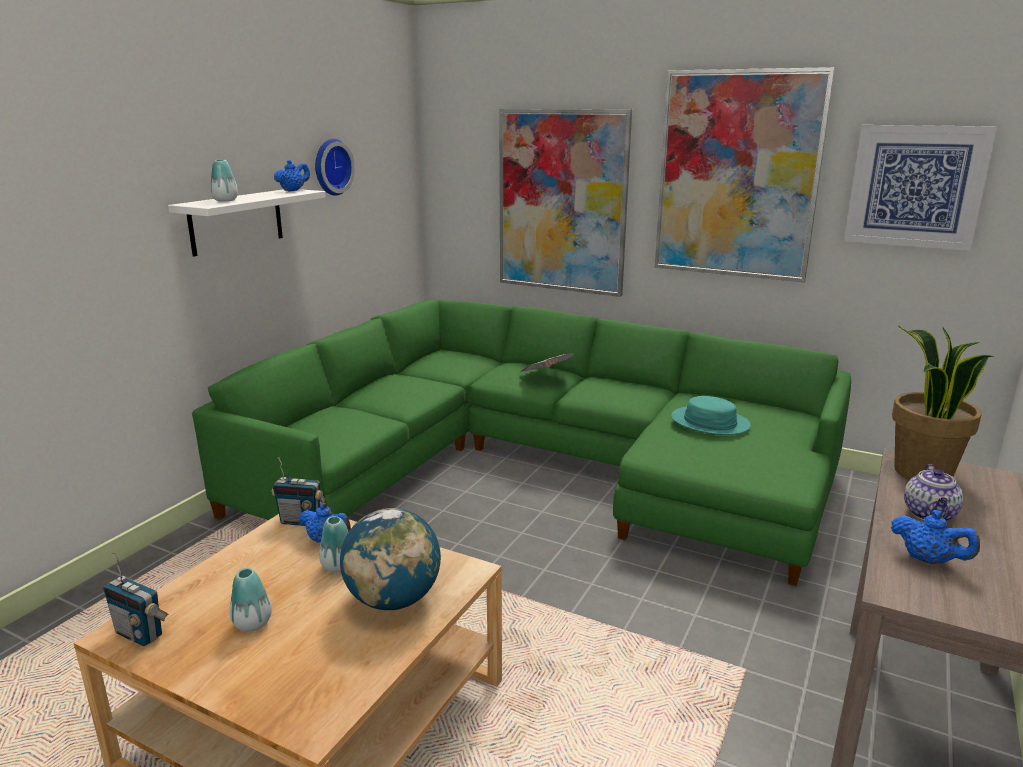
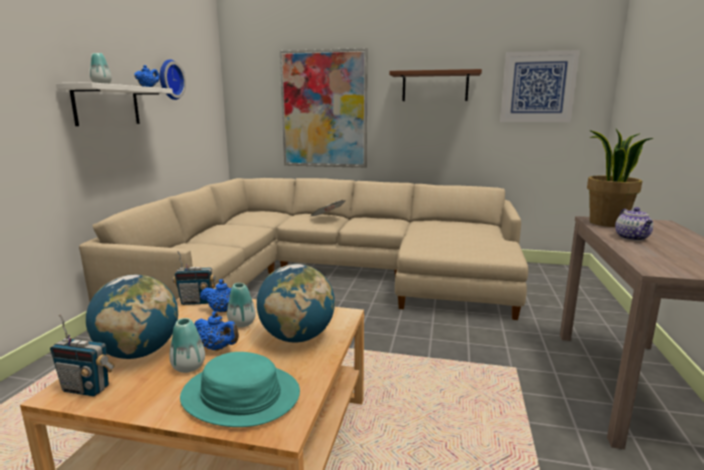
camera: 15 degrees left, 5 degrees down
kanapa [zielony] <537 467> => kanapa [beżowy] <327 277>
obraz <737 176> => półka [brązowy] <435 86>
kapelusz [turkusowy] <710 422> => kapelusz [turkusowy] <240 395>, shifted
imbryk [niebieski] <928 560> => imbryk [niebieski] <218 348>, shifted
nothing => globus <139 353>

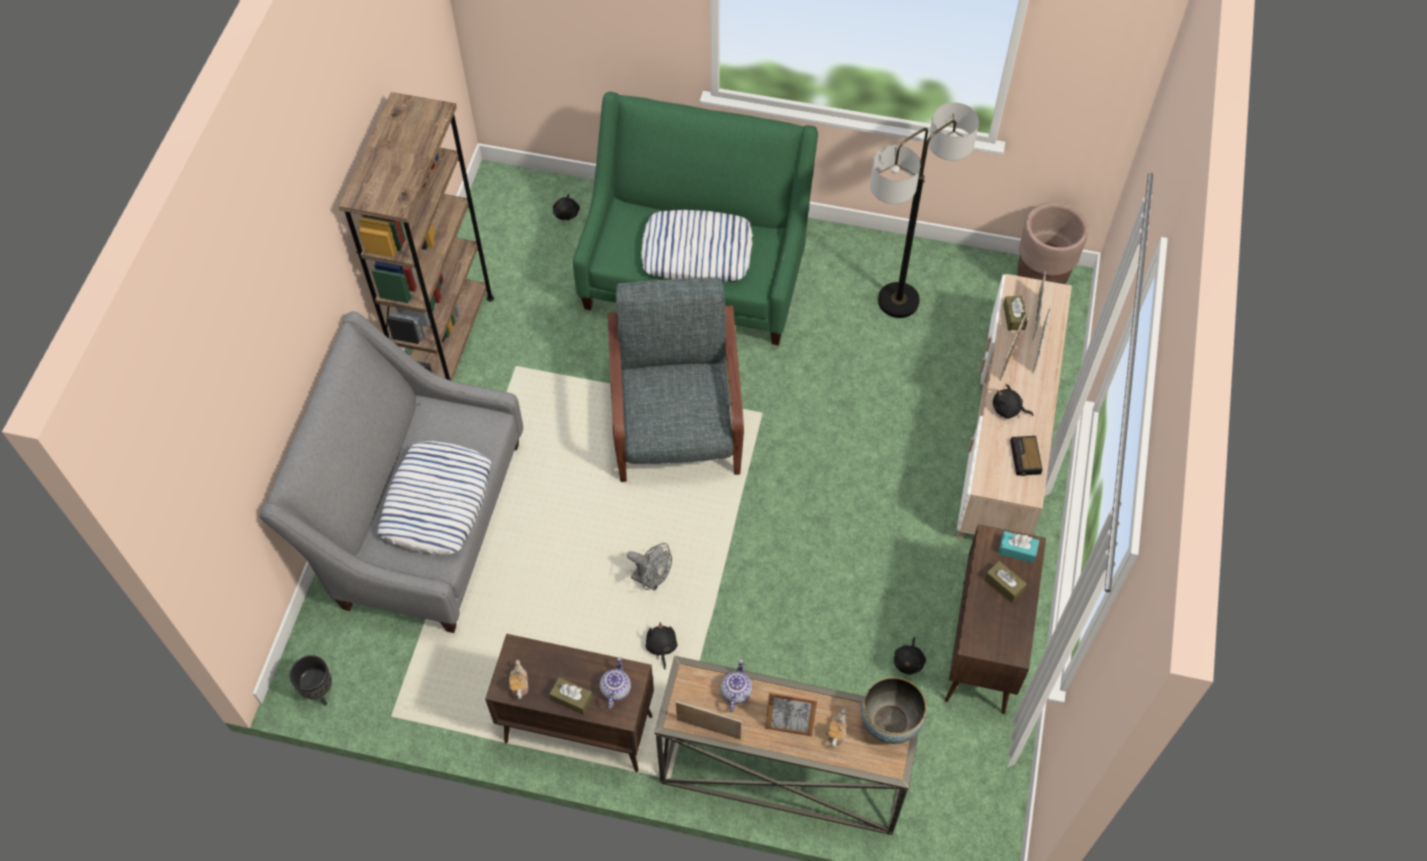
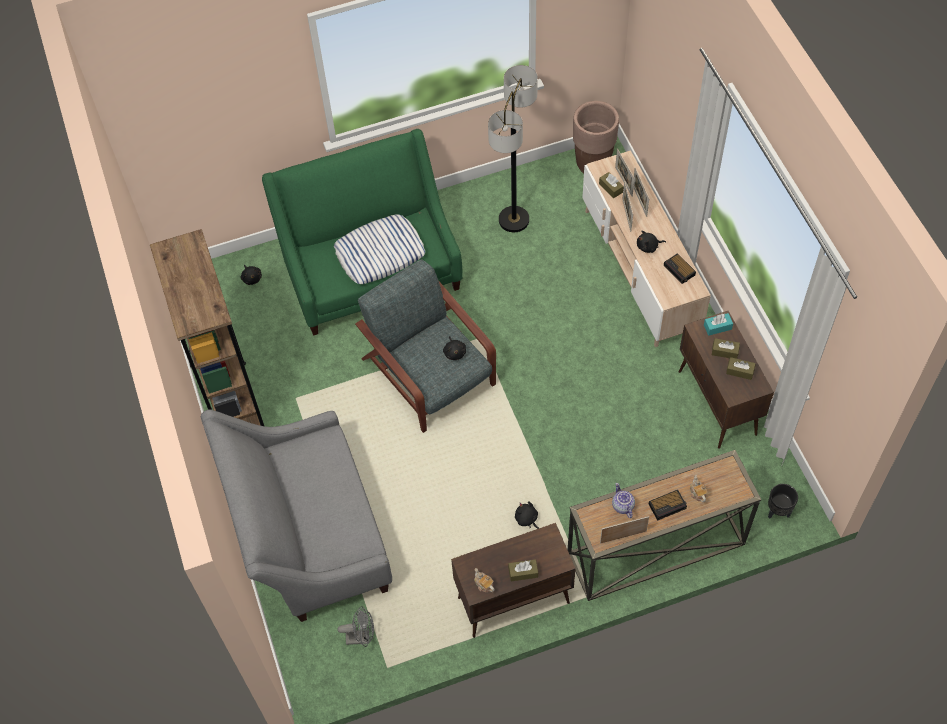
camera: 30 degrees left, 0 degrees up
donica [czarny] <319 691> => donica [czarny] <777 512>, shifted
poduszka <436 502> => nothing
imbryk <615 689> => nothing
wentylator [szary] <652 580> => wentylator [szary] <361 637>, shifted
ramka na zdjęcie <789 725> => budzik <668 506>
miska <890 723> => nothing
pluszak [czarny] <909 661> => pluszak [czarny] <454 352>, shifted
nothing => pudełko chusteczek [brązowy] <740 371>

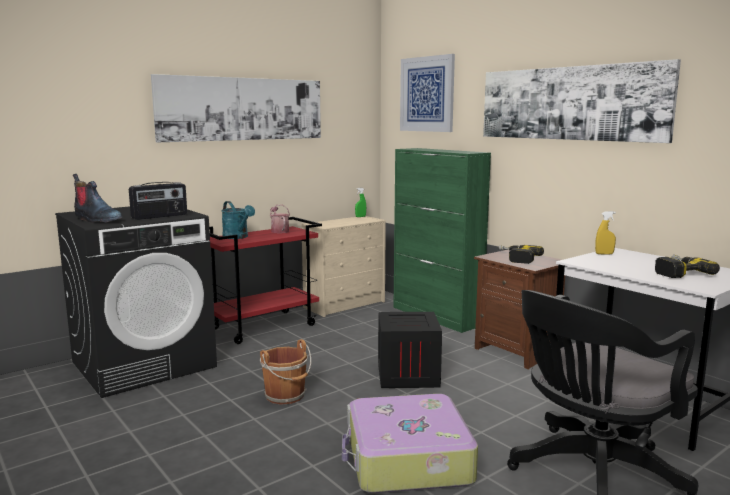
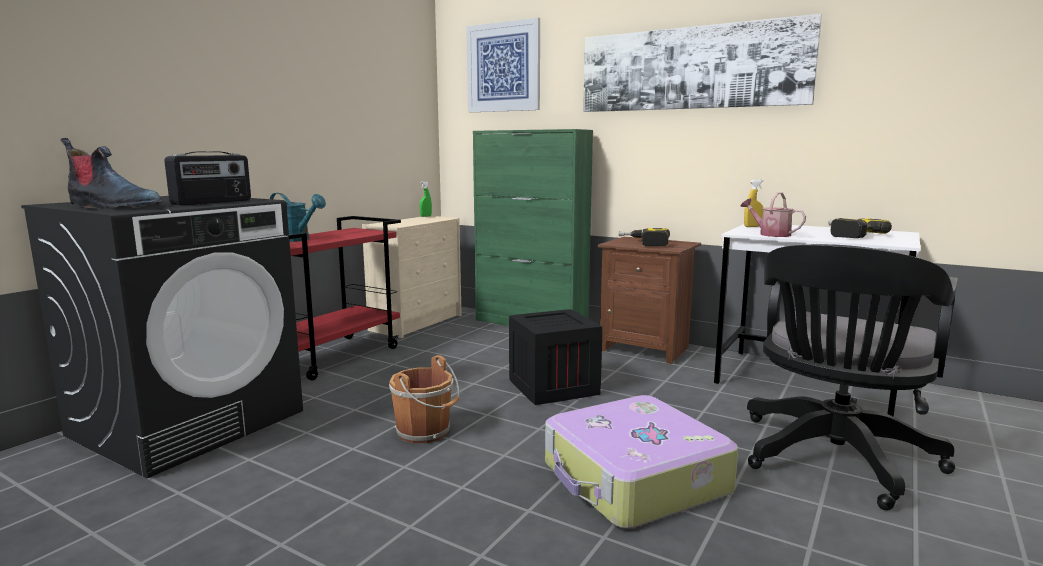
camera: 20 degrees left, 0 degrees up
obraz <243 109> => nothing
konewka <279 230> => konewka <770 234>, shifted

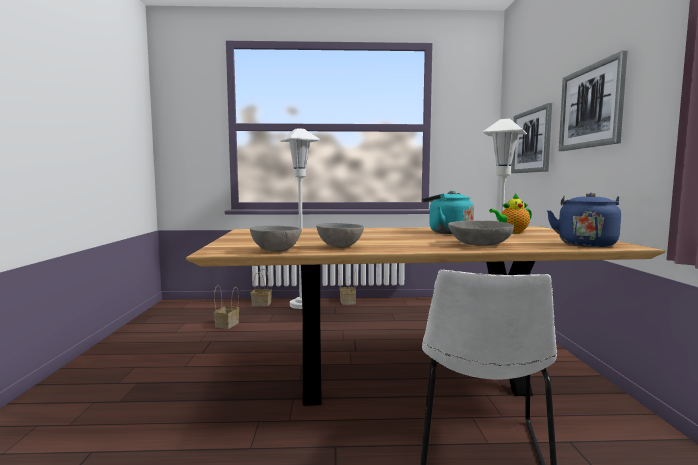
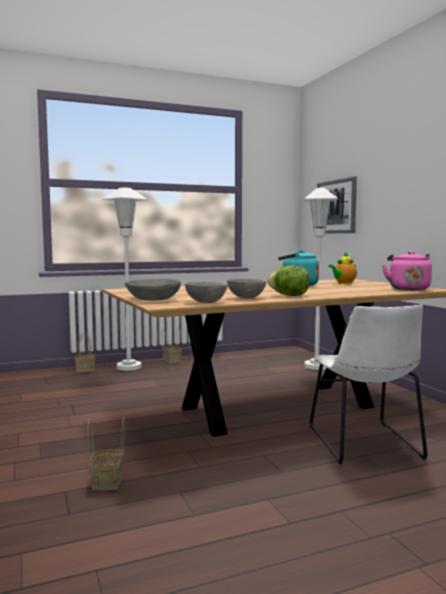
camera: 20 degrees left, 0 degrees up
koszyk <227 325> => koszyk <108 482>, shifted
miska [szary] <479 244> => miska [szary] <153 299>, shifted
czajnik [niebieski] <585 244> => czajnik [różowy] <408 289>
obraz <591 107> => nothing
nothing => sałata <289 295>

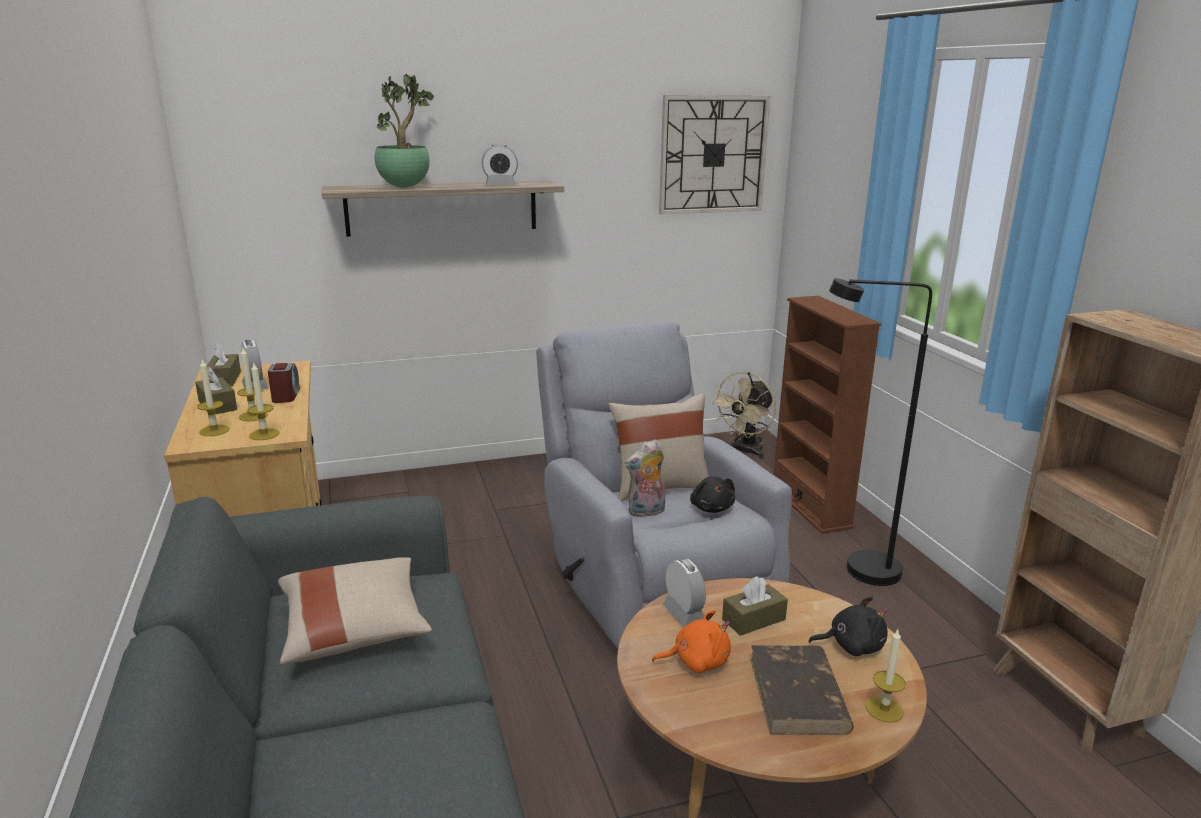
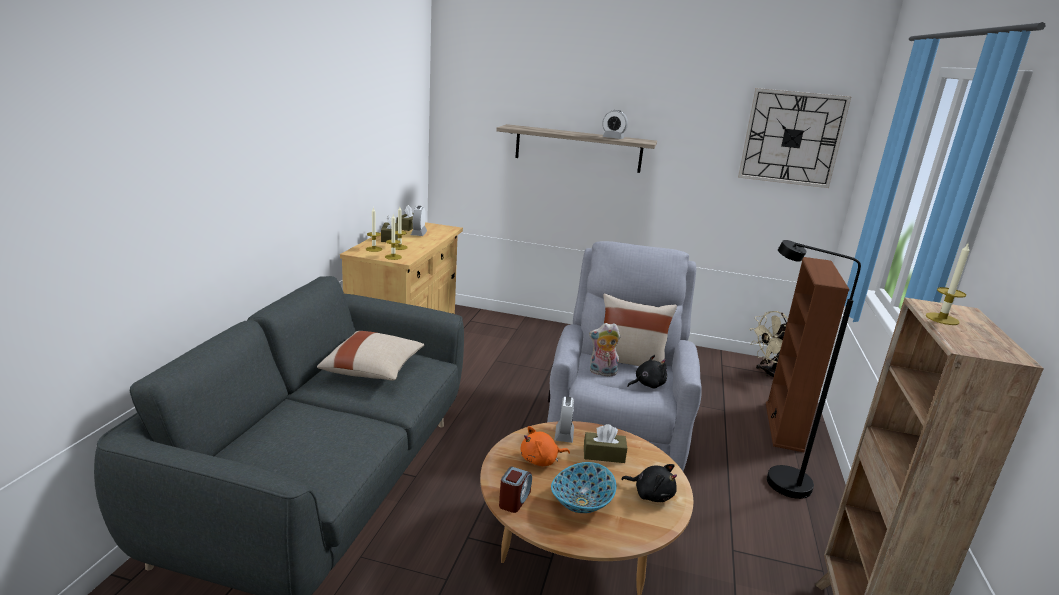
camera: 30 degrees right, 0 degrees up
budzik <286 396> => budzik <514 499>, shifted
roślina doniczkowa <405 187> => nothing
pluszak [pomarańczowy] <696 661> => pluszak [pomarańczowy] <541 460>, 135 degrees clockwise
pluszak [czarny] <711 508> => pluszak [czarny] <647 384>, 135 degrees counterclockwise
książka [brązowy] <798 695> => miska <580 502>
świeca <884 709> => świeca <942 319>, shifted

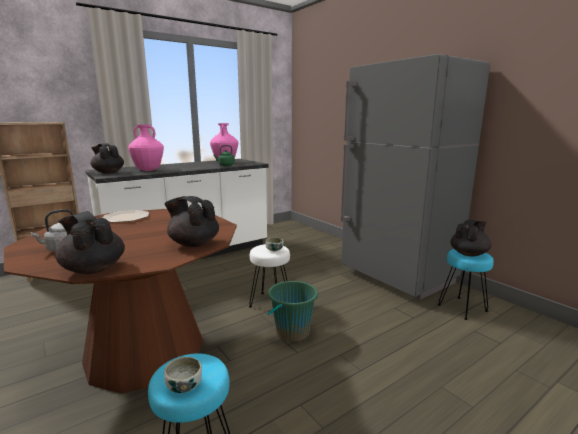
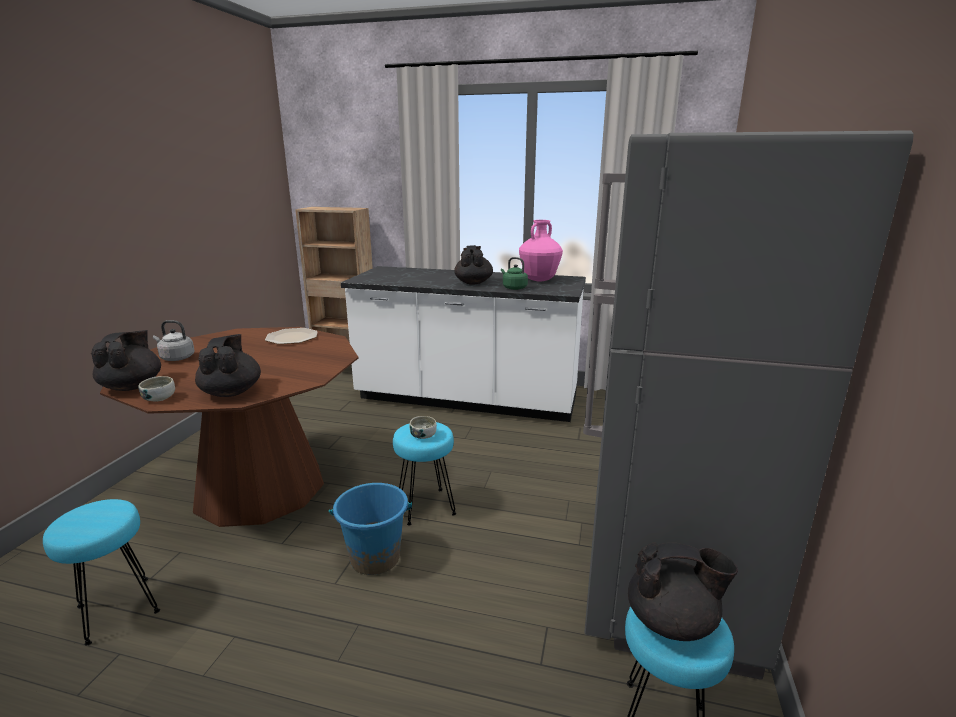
camera: 50 degrees right, 5 degrees up
imbryk [czarny] <108 172> => imbryk [czarny] <473 283>, shifted
wazon [różowy] <148 170> => nothing
miska <184 385> => miska <159 398>, shifted
stołek [biały] <270 302> => stołek [turkusowy] <426 507>
wiadro [zielony] <292 332> => wiadro [niebieski] <375 558>

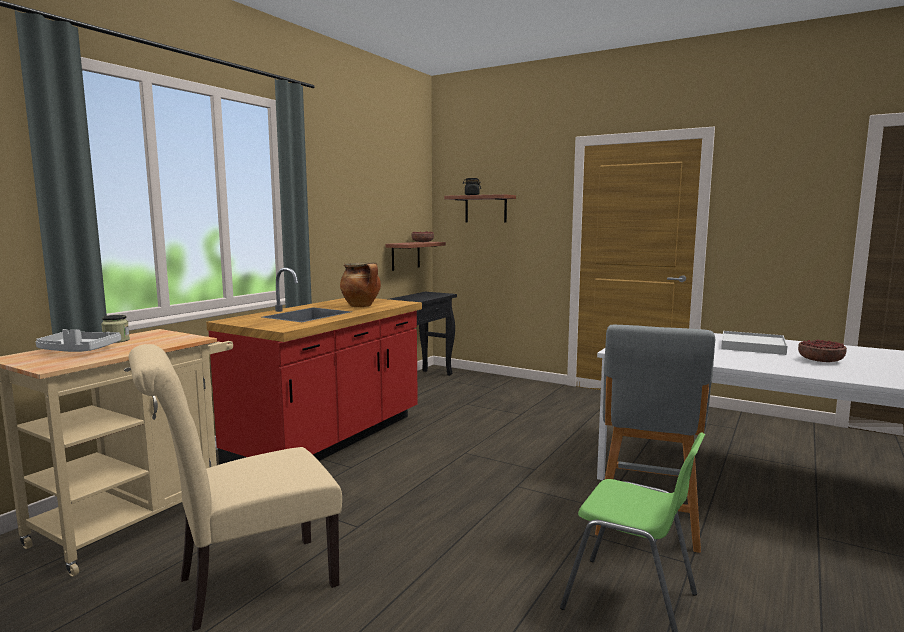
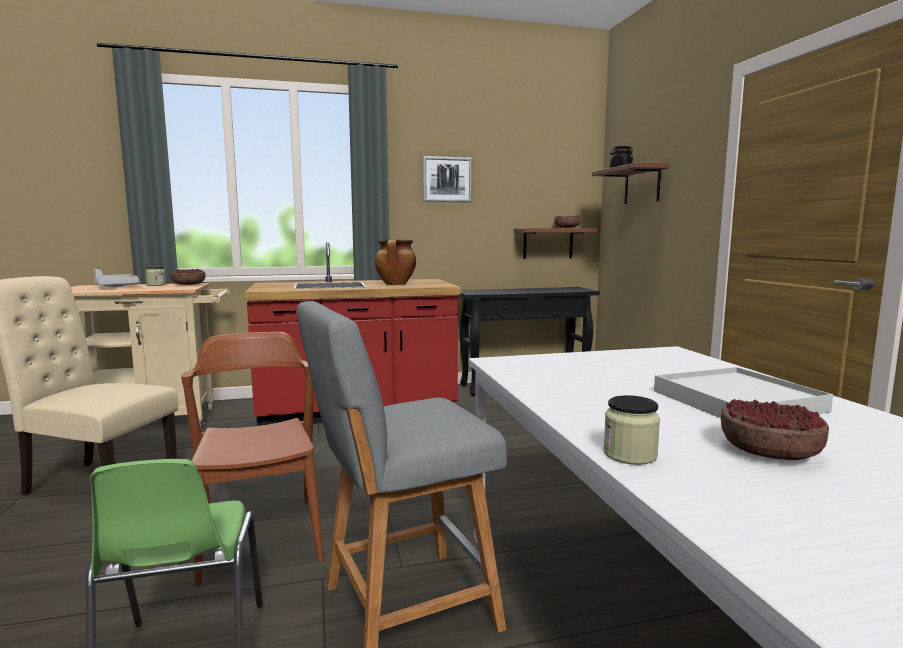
camera: 45 degrees right, 0 degrees up
nothing => miska <189 284>
nothing => krzesło [brązowy] <260 537>
nothing => obraz <447 179>
nothing => słoik <630 454>

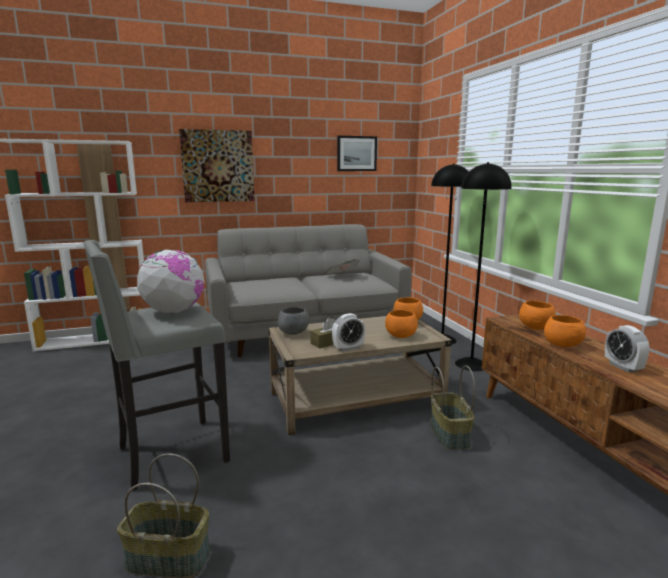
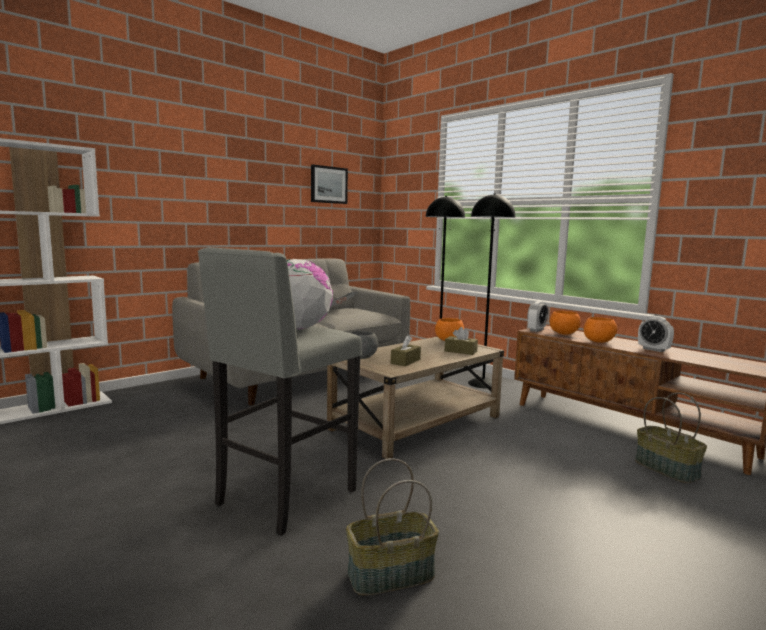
camera: 25 degrees left, 5 degrees down
obraz <218 166> => nothing
budzik <348 348> => budzik <536 330>, shifted
miska [pomarańczowy] <401 336> => pudełko chusteczek [brązowy] <460 351>
koszyk <450 434> => koszyk <667 469>, shifted

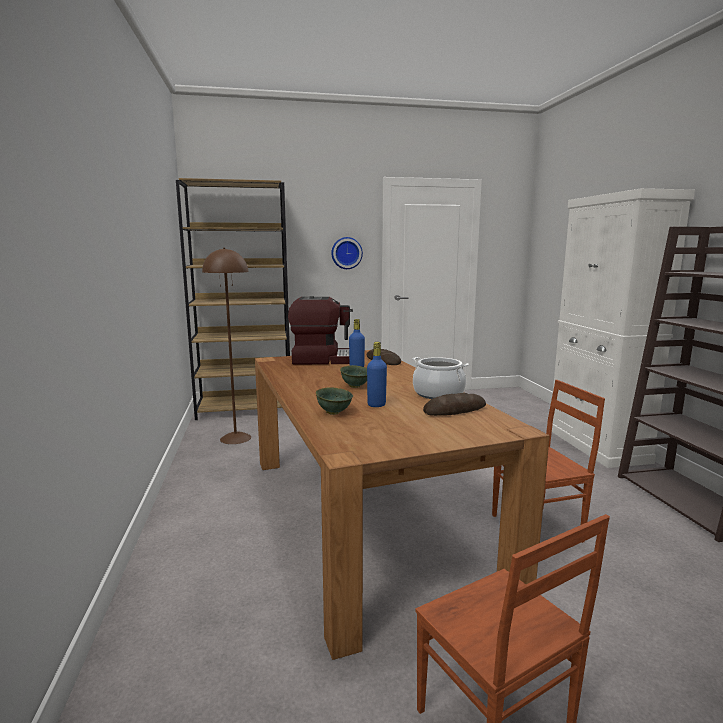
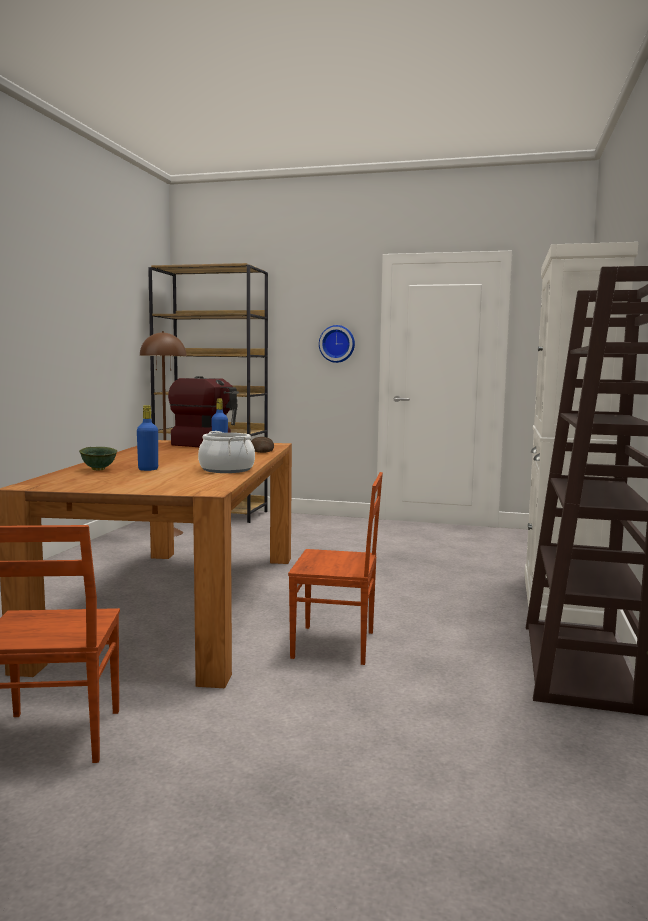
camera: 25 degrees right, 5 degrees down
miska [zielony] <355 386> => nothing
chleb <454 410> => nothing

